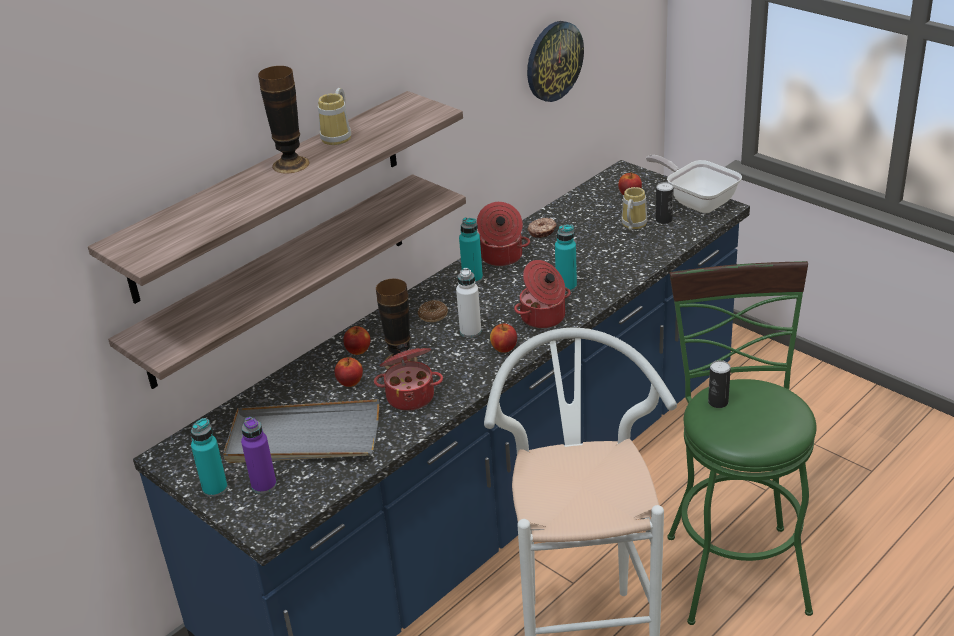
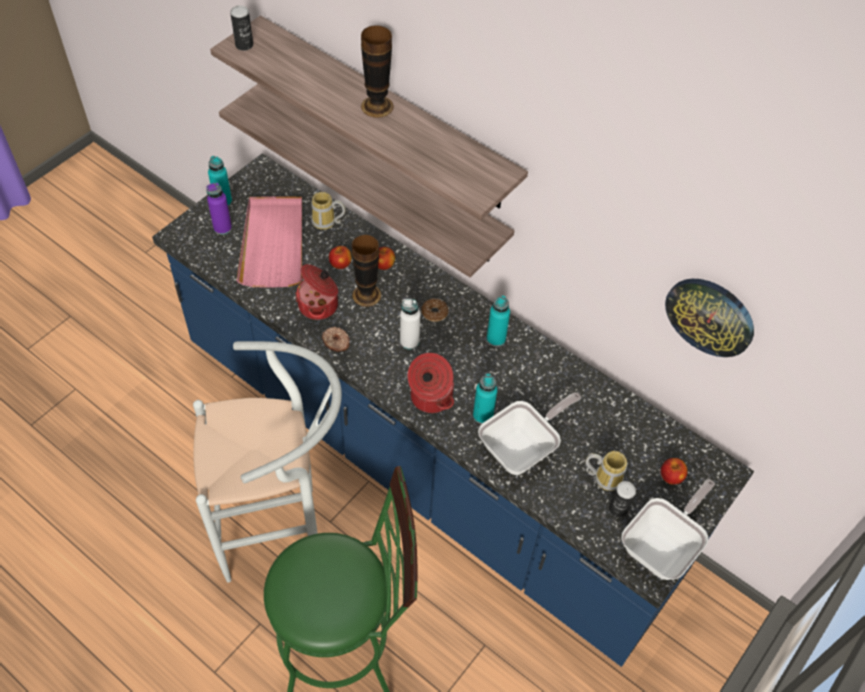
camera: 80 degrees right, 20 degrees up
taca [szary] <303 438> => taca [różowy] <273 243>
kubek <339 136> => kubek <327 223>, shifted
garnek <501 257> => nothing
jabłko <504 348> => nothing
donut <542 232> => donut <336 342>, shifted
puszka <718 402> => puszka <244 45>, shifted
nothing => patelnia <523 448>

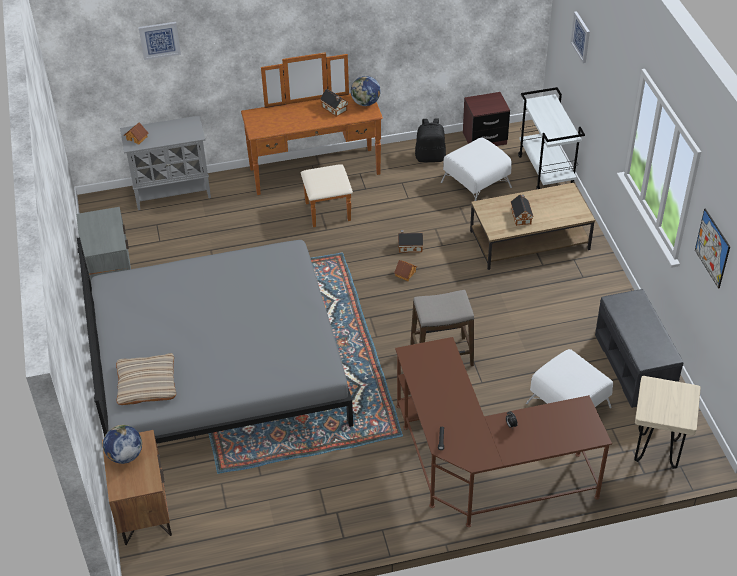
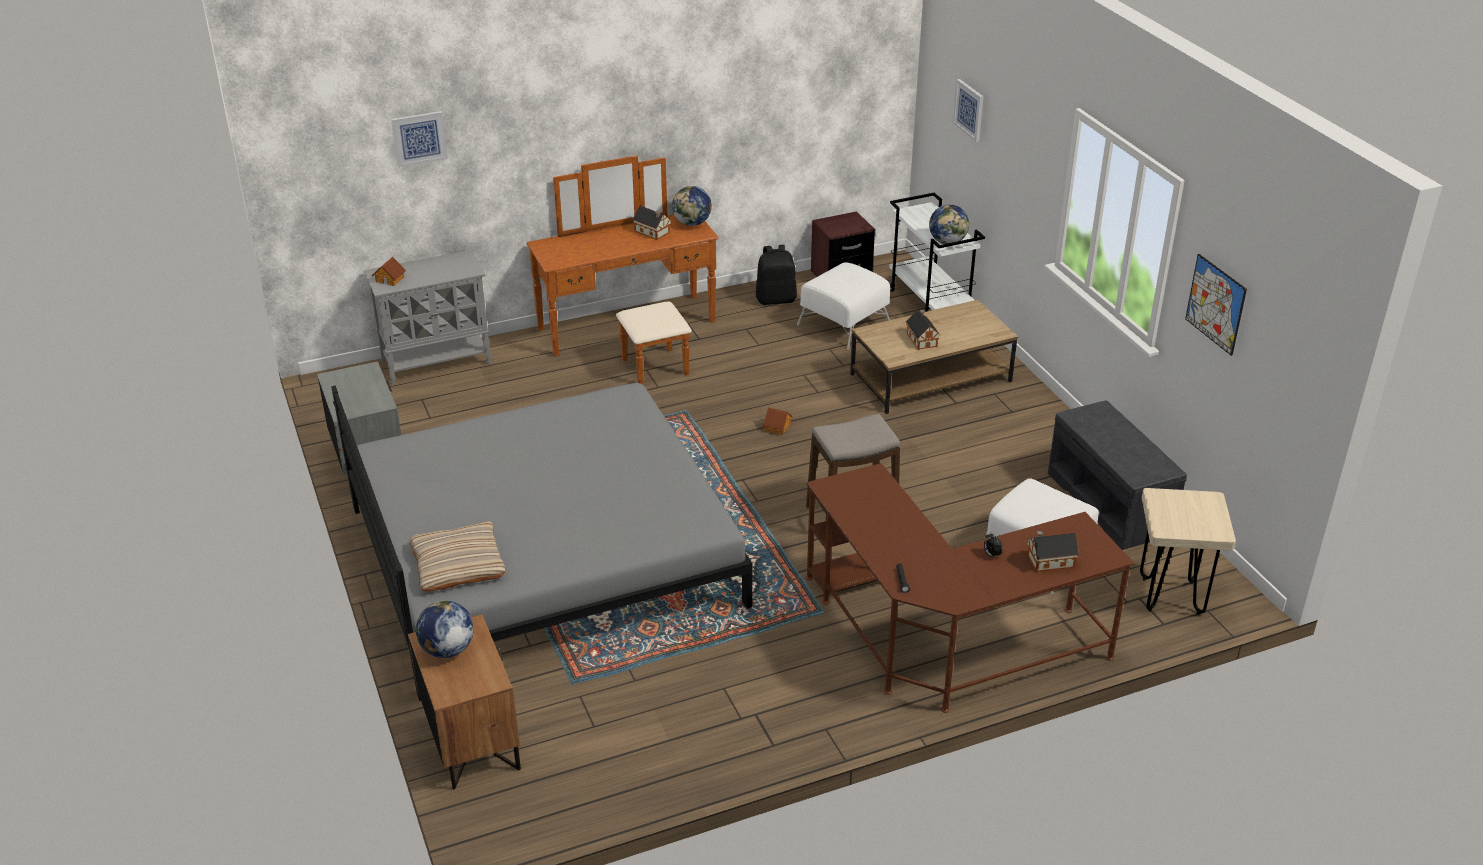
camera: 10 degrees left, 10 degrees down
domek <409 246> => domek <1048 561>, shifted
nothing => globus <948 242>

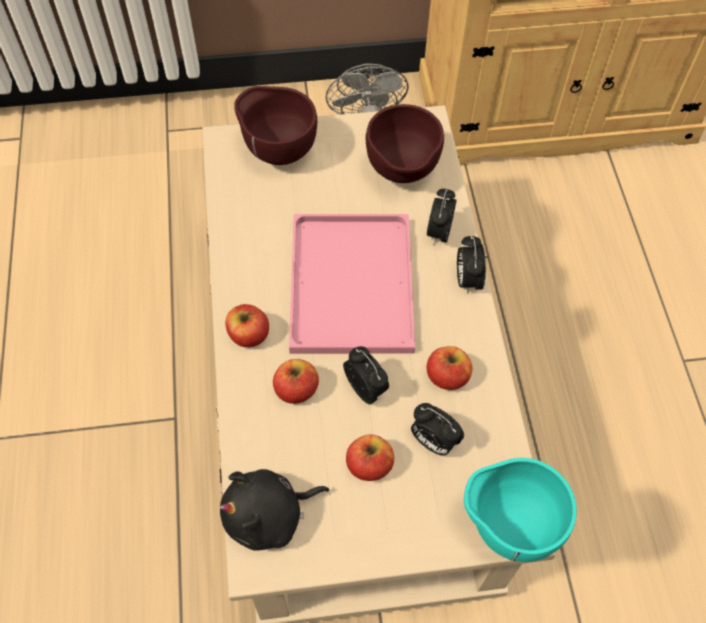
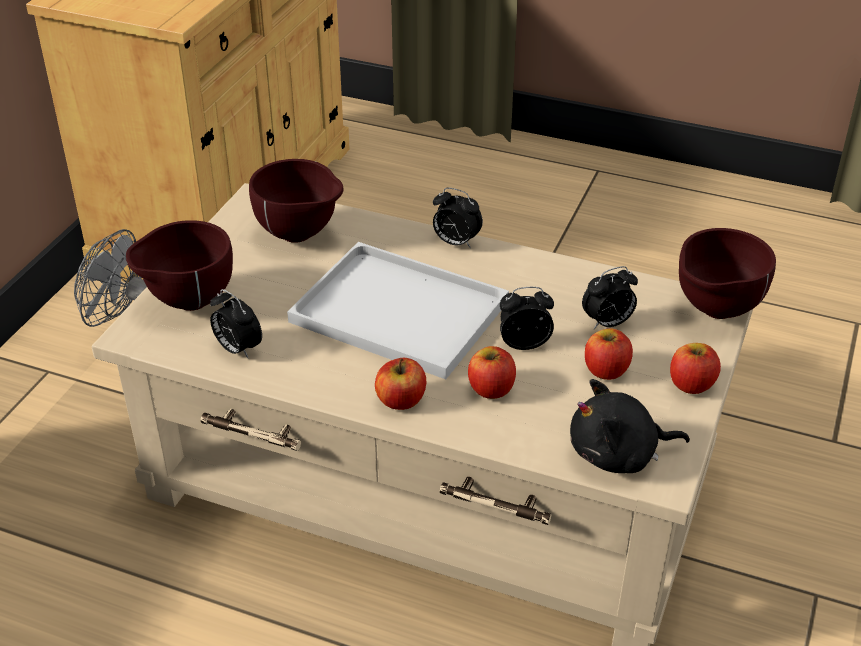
camera: 60 degrees left, 20 degrees down
pluszak [czarny] <269 516> => pluszak [czarny] <618 454>, 75 degrees clockwise
taca [różowy] <349 281> => taca [biały] <395 311>
budzik <439 232> => budzik <237 349>, shifted
jabłko <447 376> => jabłko <691 384>, shifted
miska [turkusowy] <508 525> => miska [brązowy] <714 312>

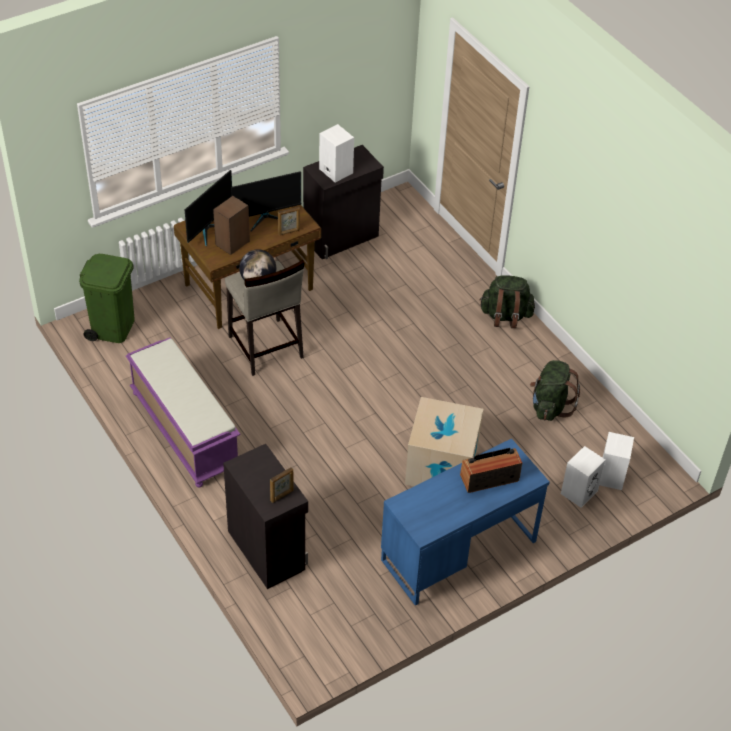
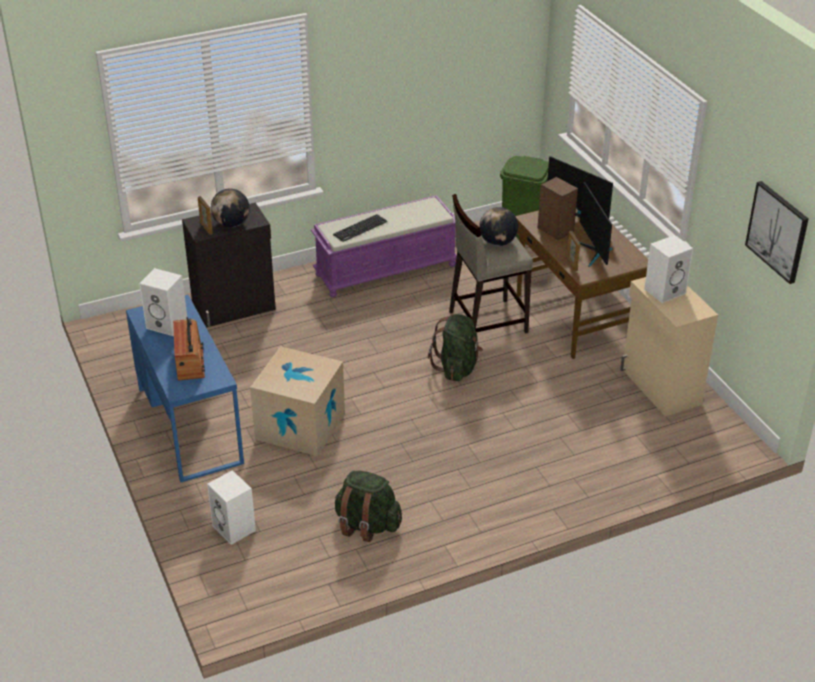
camera: 100 degrees right, 10 degrees down
szafka [czarny] <342 237> => szafka [beżowy] <660 387>
plecak [zielony] <505 316> => plecak [zielony] <457 368>, shifted
głośnik [biały] <610 475> => głośnik [biały] <168 324>, shifted
nothing => globus <231 224>
nothing => klawiatura <360 228>
nothing => obraz <777 231>

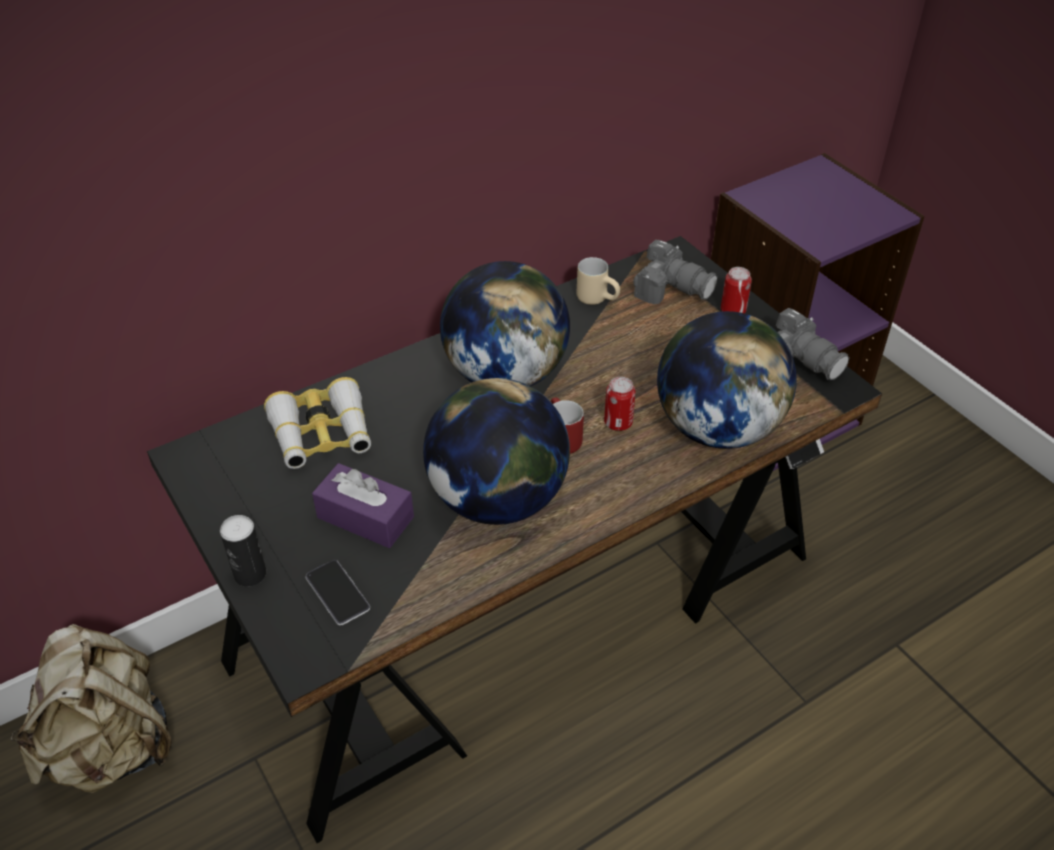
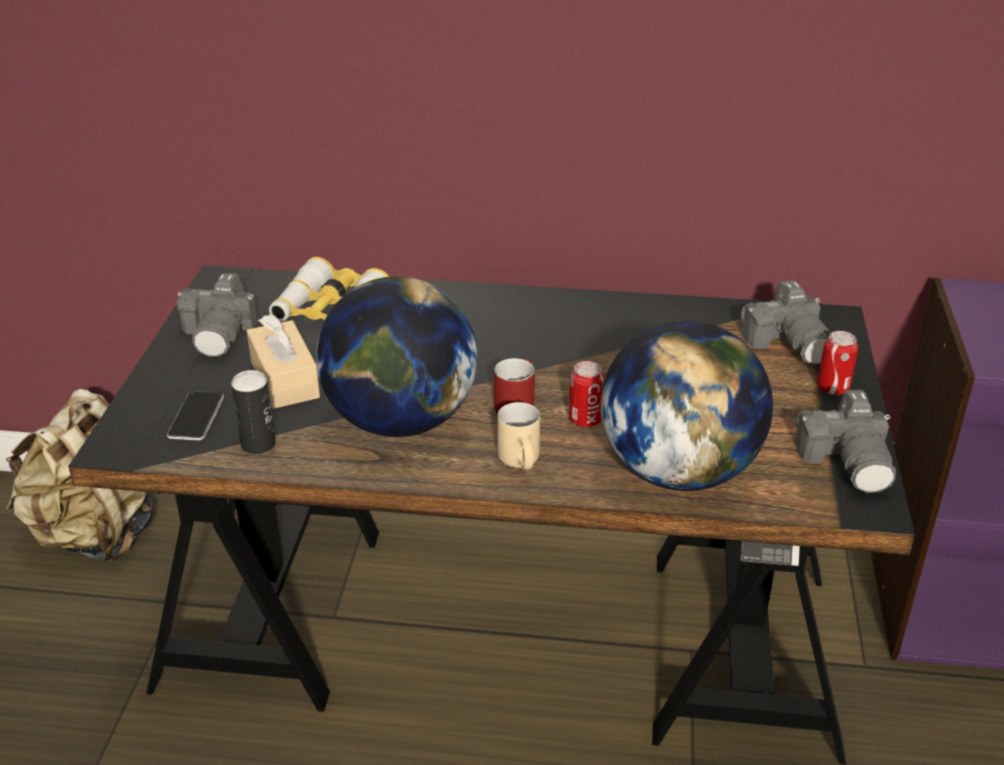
camera: 40 degrees right, 10 degrees down
puszka <250 574> => puszka <258 444>, shifted
pudełko chusteczek [fioletowy] <365 517> => pudełko chusteczek [beżowy] <284 379>
globus <505 374> => nothing
kubek [beżowy] <598 299> => kubek [beżowy] <523 463>, shifted
nothing => aparat fotograficzny <220 334>

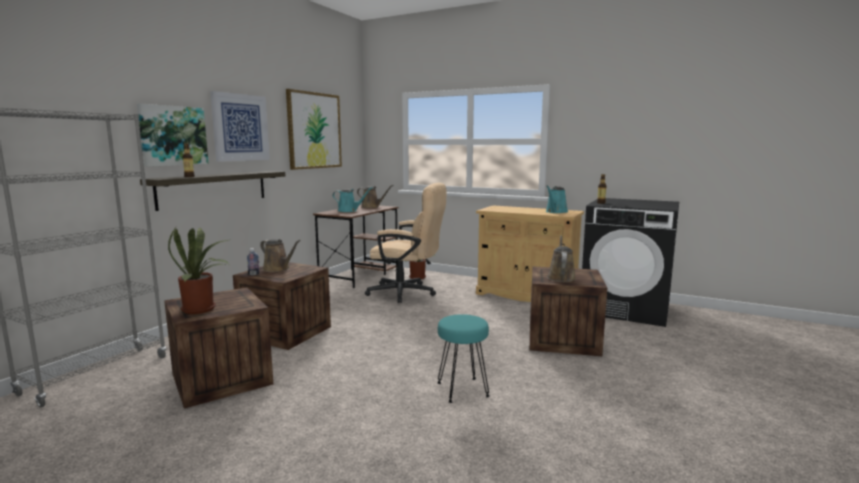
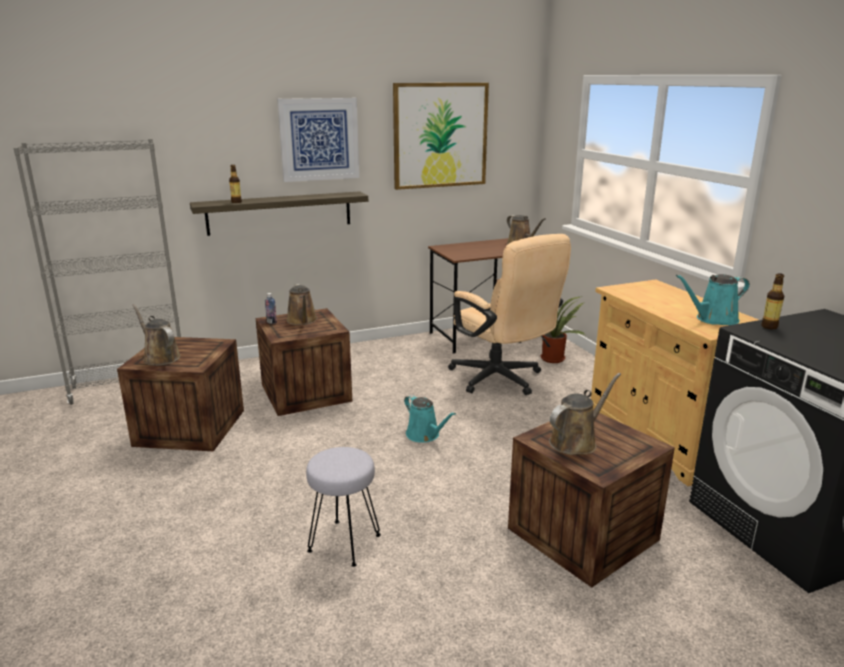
camera: 40 degrees right, 10 degrees up
obraz <173 136> => nothing
roślina doniczkowa <202 309> => konewka [brązowy] <160 357>
konewka [turkusowy] <349 211> => konewka [turkusowy] <425 435>, shifted
stołek [turkusowy] <461 390> => stołek [szary] <344 542>

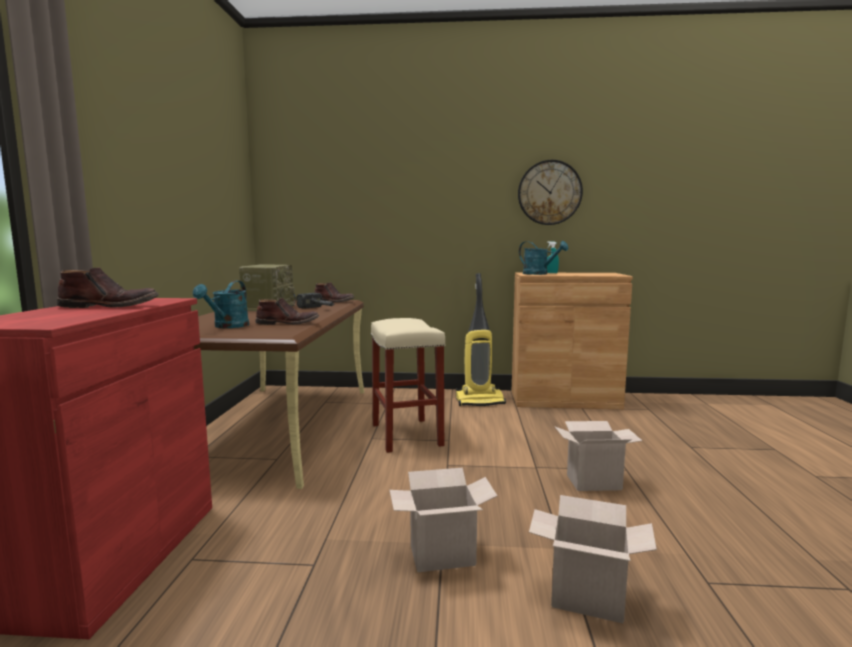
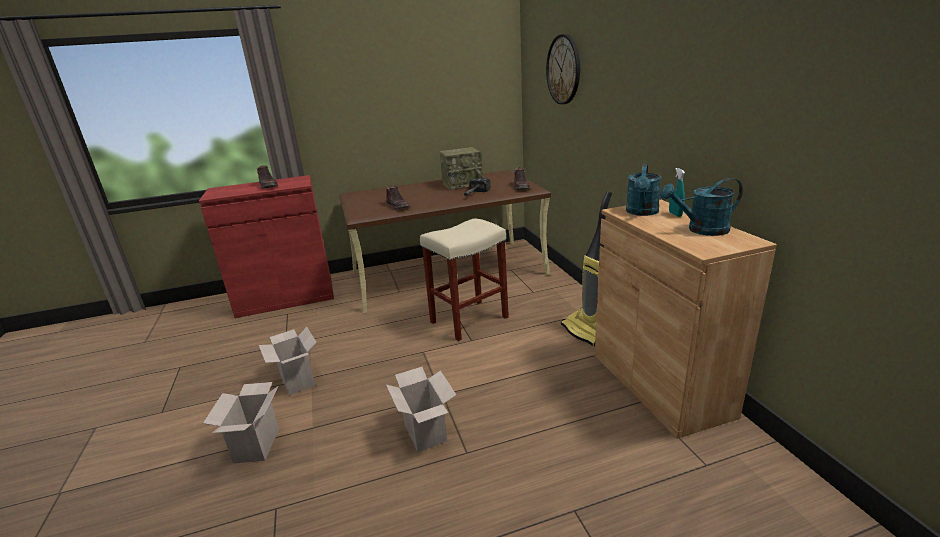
camera: 70 degrees right, 15 degrees up
konewka [turkusowy] <227 326> => konewka [turkusowy] <701 230>, shifted
zegar ścienny <549 192> => zegar ścienny <563 70>, shifted

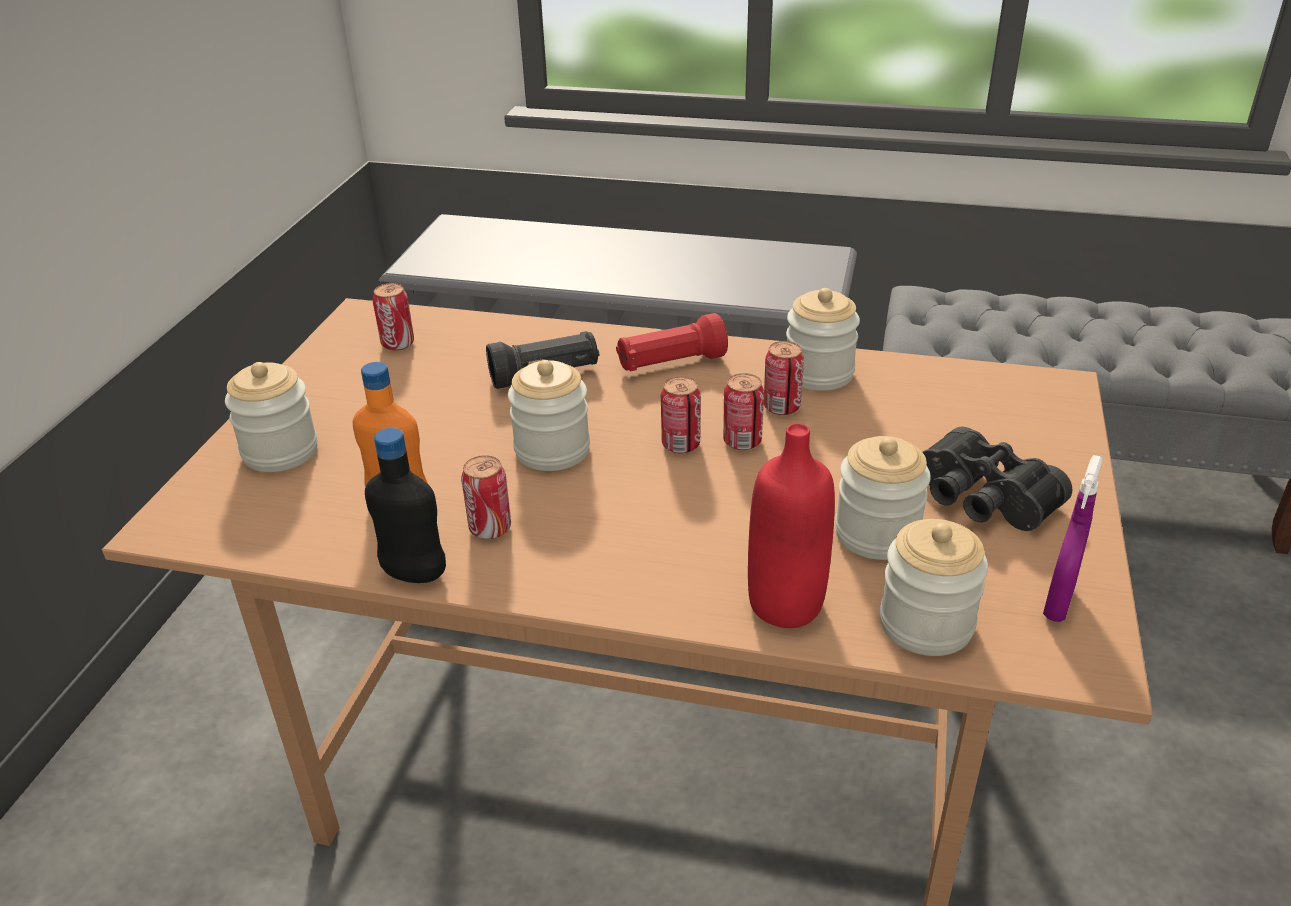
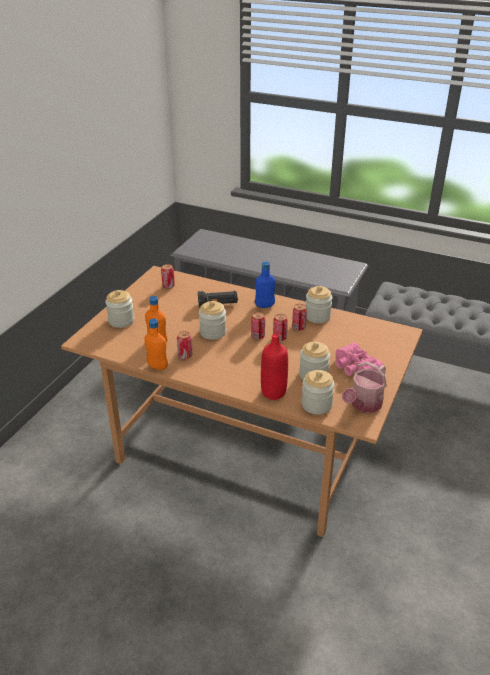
camera: 10 degrees right, 0 degrees up
butelka [czarny] <414 574> => butelka [pomarańczowy] <157 367>
latarka [czerwony] <671 363> => butelka [niebieski] <264 306>
lornetka [czarny] <981 500> => lornetka [różowy] <354 369>
spryskiwacz [fioletowy] <1058 603> => konewka <363 404>

